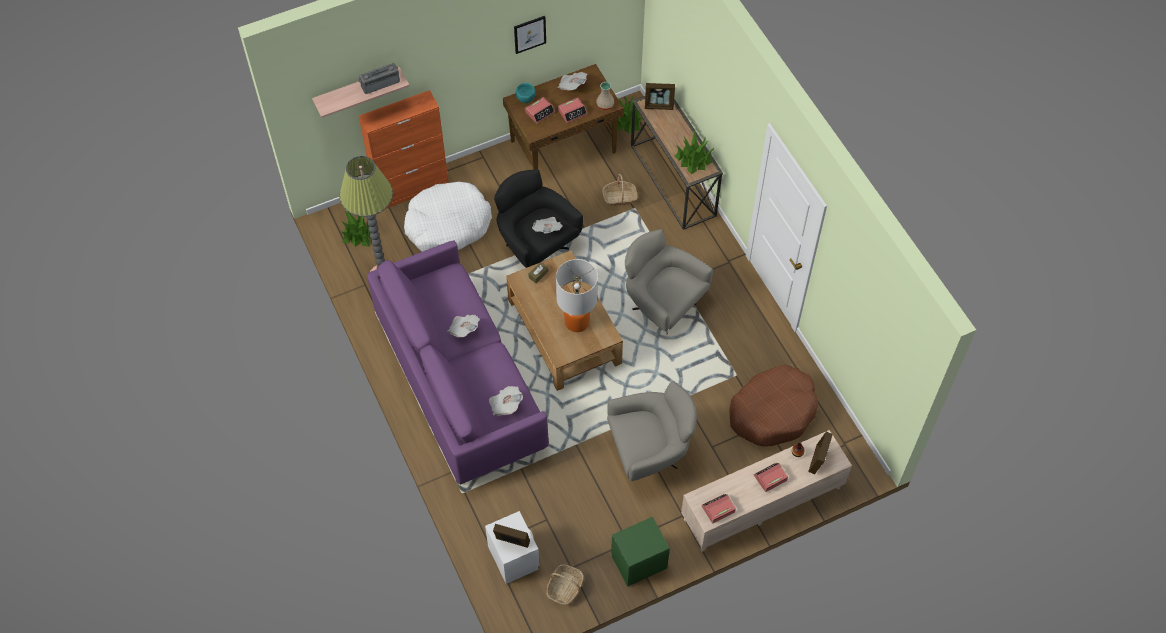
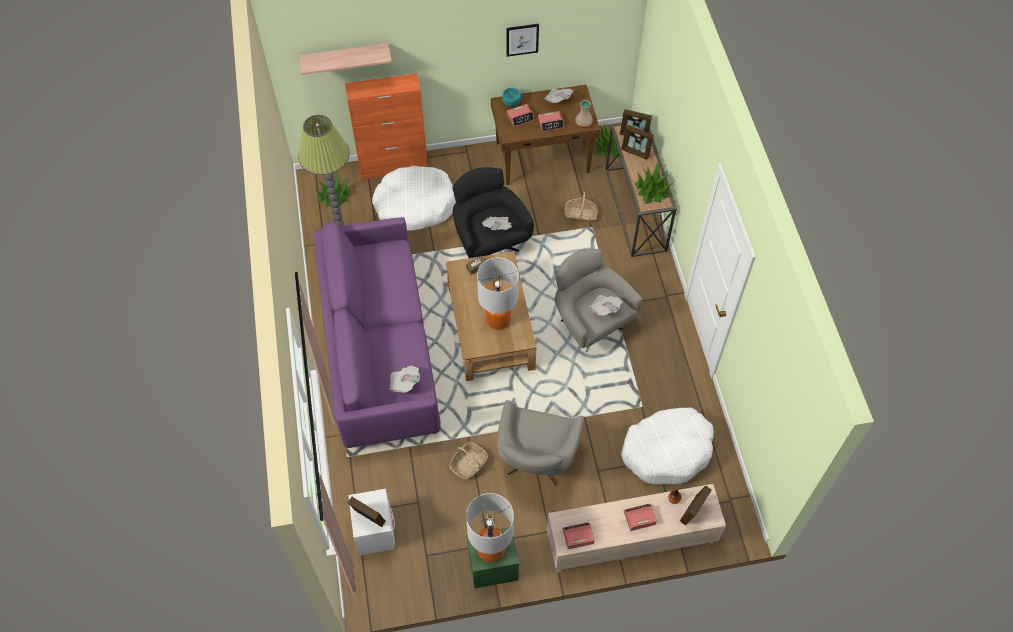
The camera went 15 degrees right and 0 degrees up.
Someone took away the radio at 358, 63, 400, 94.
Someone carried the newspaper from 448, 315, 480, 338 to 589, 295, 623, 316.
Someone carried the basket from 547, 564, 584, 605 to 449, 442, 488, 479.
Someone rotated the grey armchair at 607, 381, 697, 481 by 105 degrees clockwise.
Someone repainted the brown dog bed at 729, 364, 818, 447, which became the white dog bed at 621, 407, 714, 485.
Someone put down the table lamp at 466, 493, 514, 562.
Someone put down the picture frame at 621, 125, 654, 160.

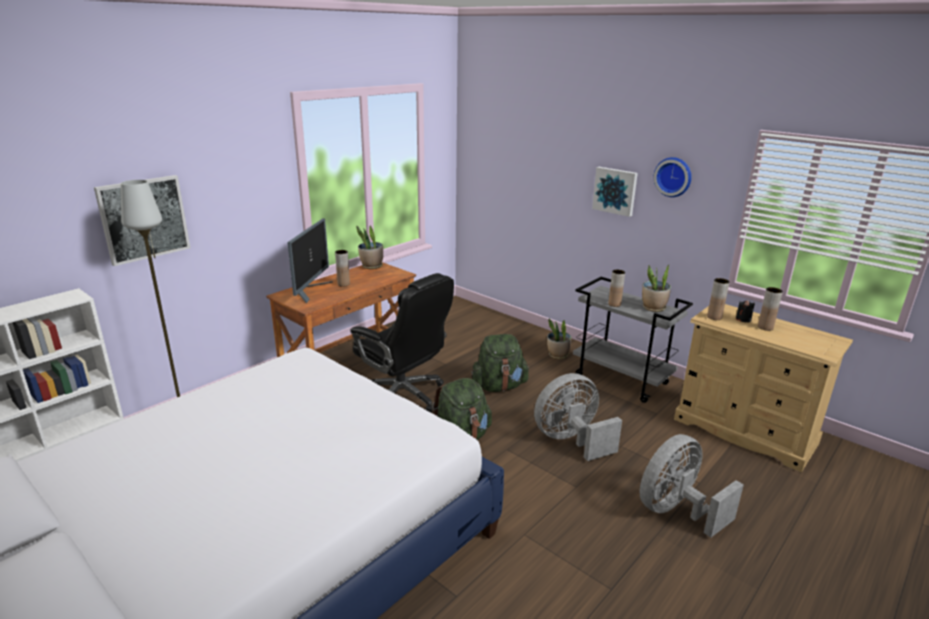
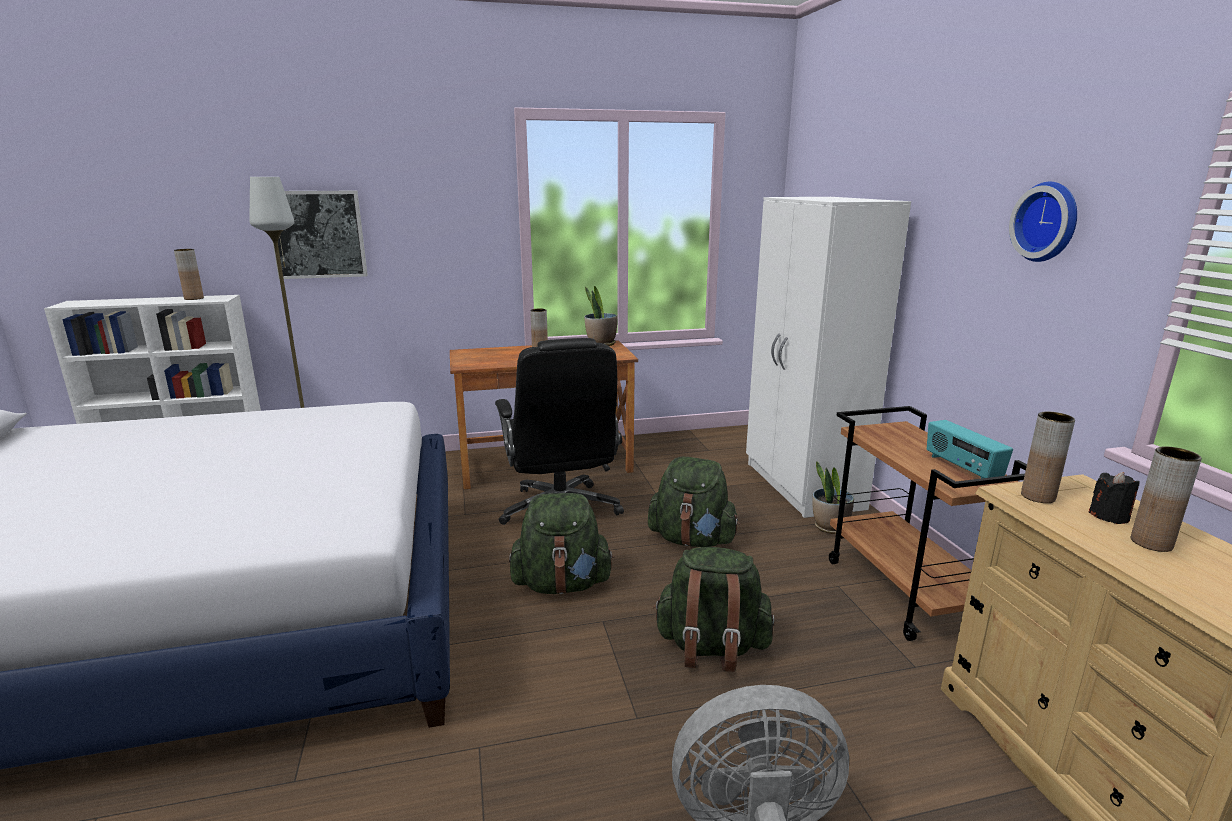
The camera went 35 degrees right and 5 degrees down.
Someone took away the monitor at 287, 218, 333, 303.
Someone swapped the grey fan at 534, 373, 622, 461 for the green backpack at 653, 547, 775, 672.
Someone repainted the grey cart at 573, 277, 693, 403, which became the brown cart at 829, 406, 1027, 641.
Someone took away the picture at 592, 167, 638, 217.
Someone carried the brown vase from 608, 270, 625, 307 to 174, 249, 204, 300.
Someone swapped the potted plant at 642, 264, 671, 312 for the radio at 927, 420, 1013, 479.
Someone put down the white wardrobe at 746, 197, 911, 518.

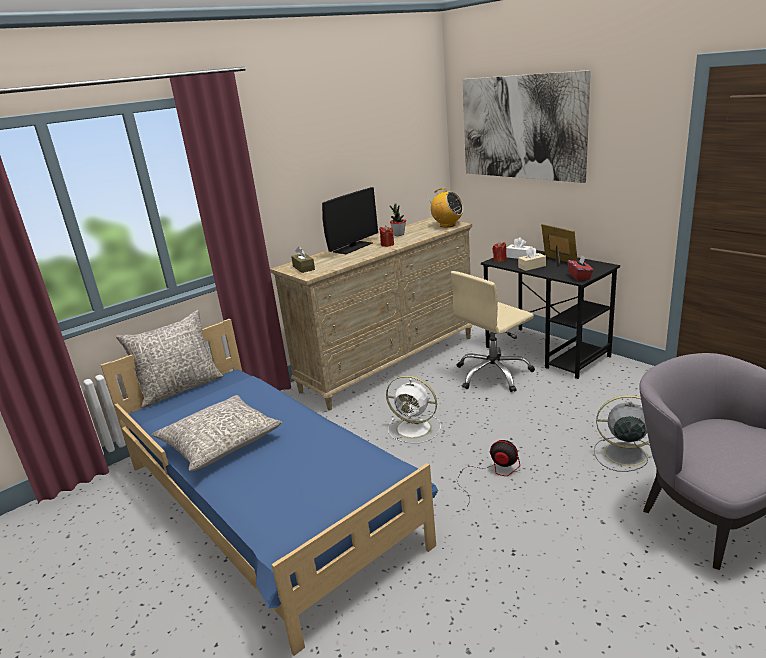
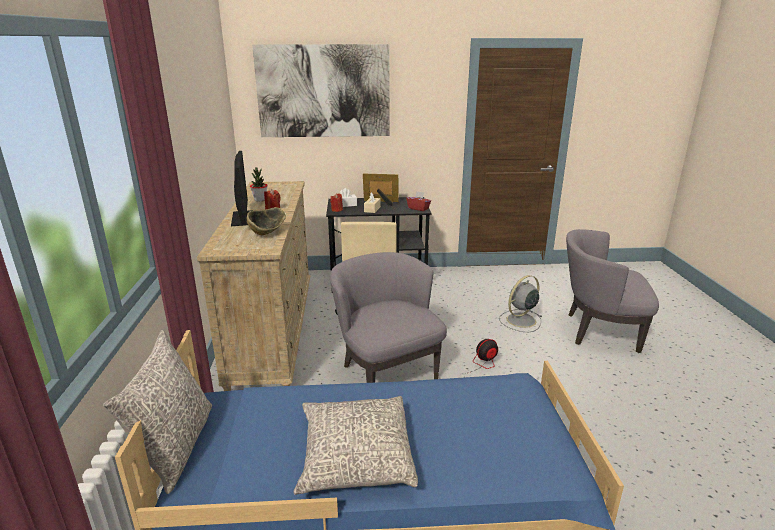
The camera went 55 degrees left and 0 degrees up.
Someone took away the brown tissue box at 291, 247, 315, 273.
Someone swapped the white fan at 386, 375, 441, 443 for the grey armchair at 330, 252, 447, 383.
Someone took away the radio at 427, 188, 464, 227.
Someone put down the bowl at 247, 207, 286, 235.

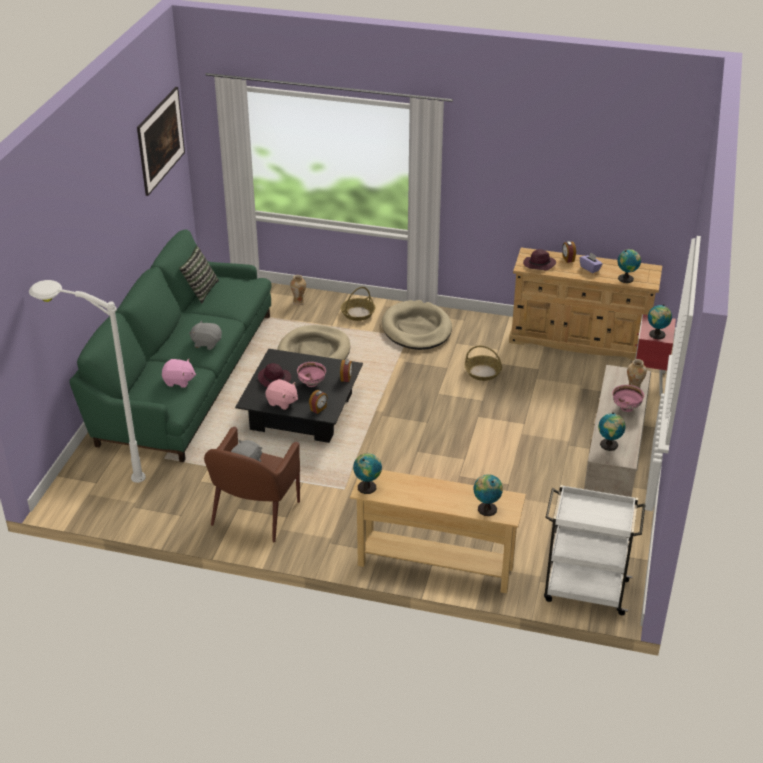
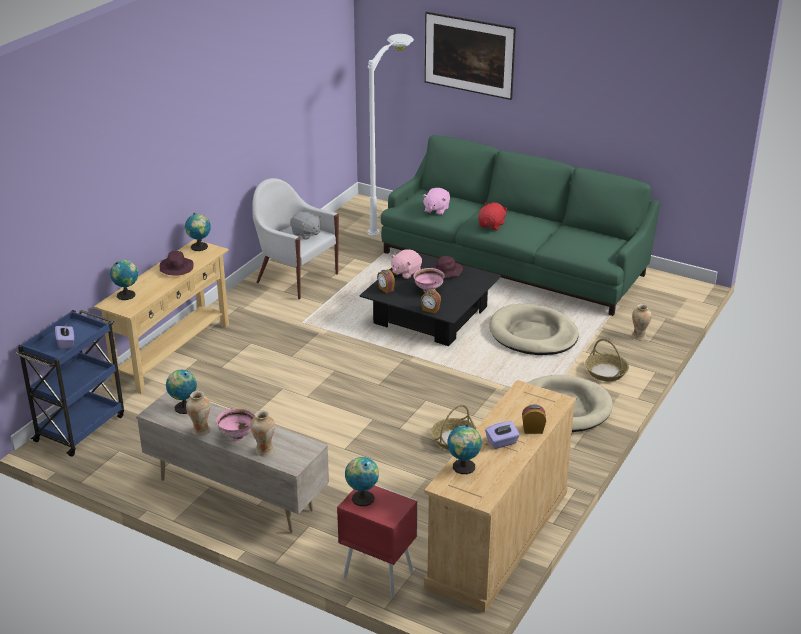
The camera went 105 degrees right and 5 degrees down.
Someone carried the picture from 137, 87, 185, 196 to 425, 12, 516, 100.
Someone took away the pillow at 179, 246, 219, 303.
Someone repainted the grey plush toy at 189, 320, 222, 350, which became the red plush toy at 478, 203, 508, 230.
Someone repainted the brown armchair at 204, 427, 300, 542, which became the white armchair at 252, 178, 339, 300.
Someone carried the purple hat from 523, 249, 556, 271 to 160, 251, 194, 275.
Someone repainted the white cart at 544, 485, 645, 615, which became the blue cart at 15, 310, 124, 457.
Someone put down the purple tissue box at 55, 326, 74, 350.
Someone put down the vase at 186, 391, 210, 436.

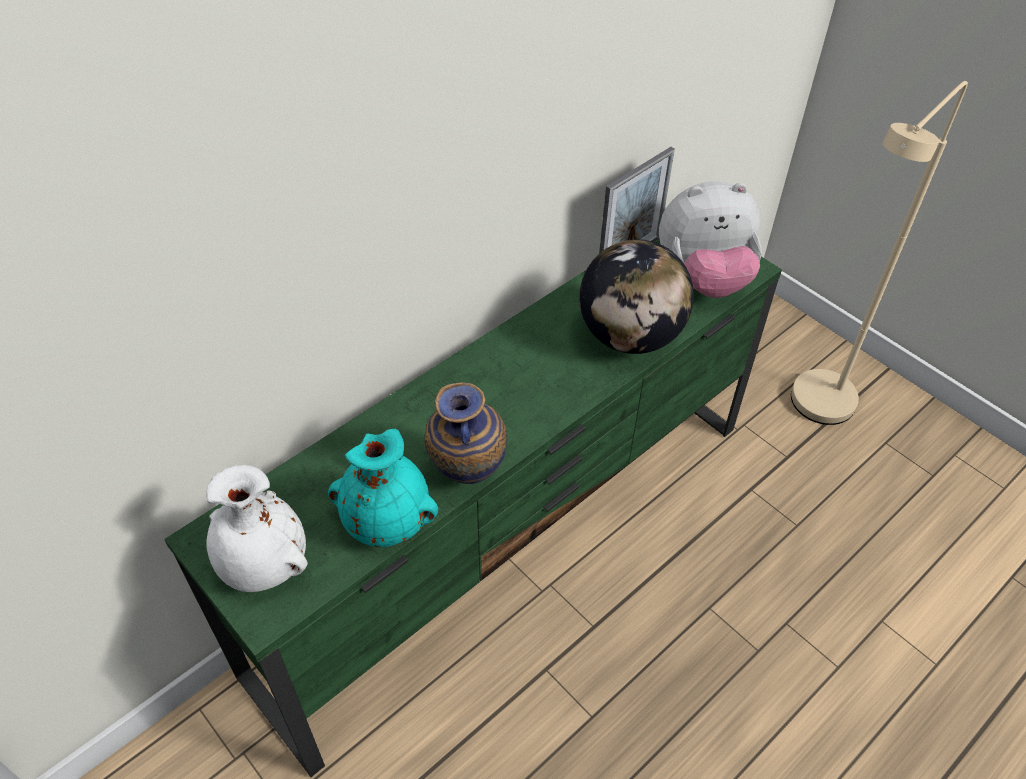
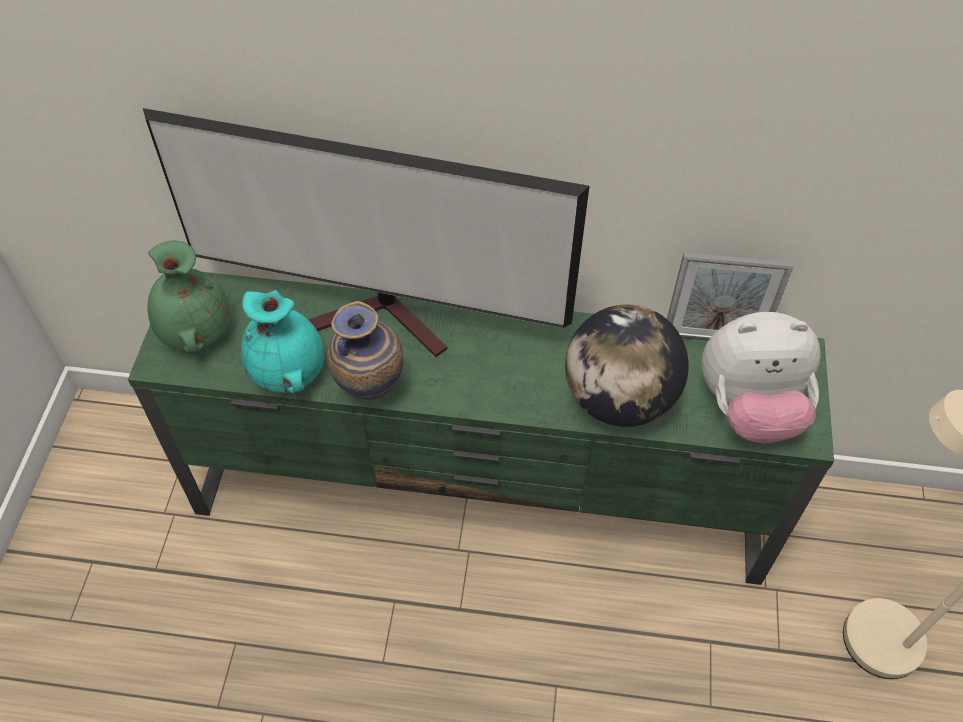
The camera went 50 degrees right and 5 degrees up.
Someone repainted the white vase at 206, 465, 308, 592, which became the green vase at 147, 240, 231, 353.
Someone rotated the plush toy at 659, 181, 762, 298 by 45 degrees counterclockwise.
Someone put down the television at 143, 108, 589, 357.

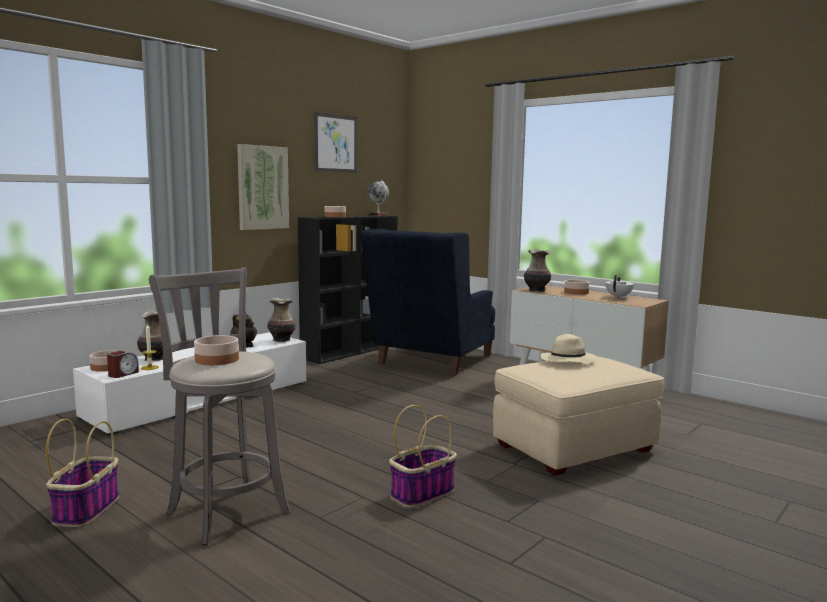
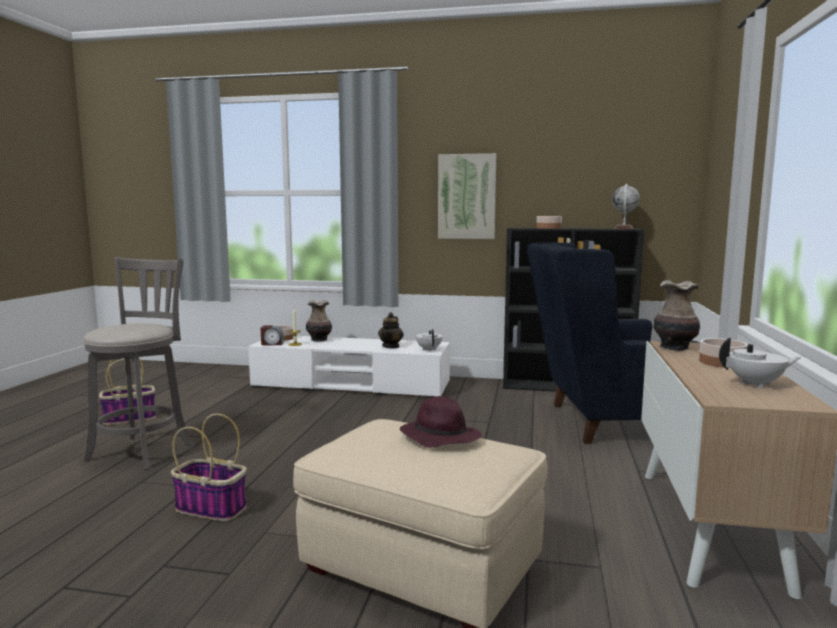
The camera went 60 degrees right and 0 degrees up.
Someone took away the bowl at 194, 335, 239, 365.
Someone swapped the vase at 267, 297, 296, 342 for the white teapot at 416, 329, 443, 351.
Someone took away the picture at 314, 112, 357, 173.
Someone repainted the beige hat at 540, 334, 596, 365, which became the purple hat at 400, 396, 482, 448.

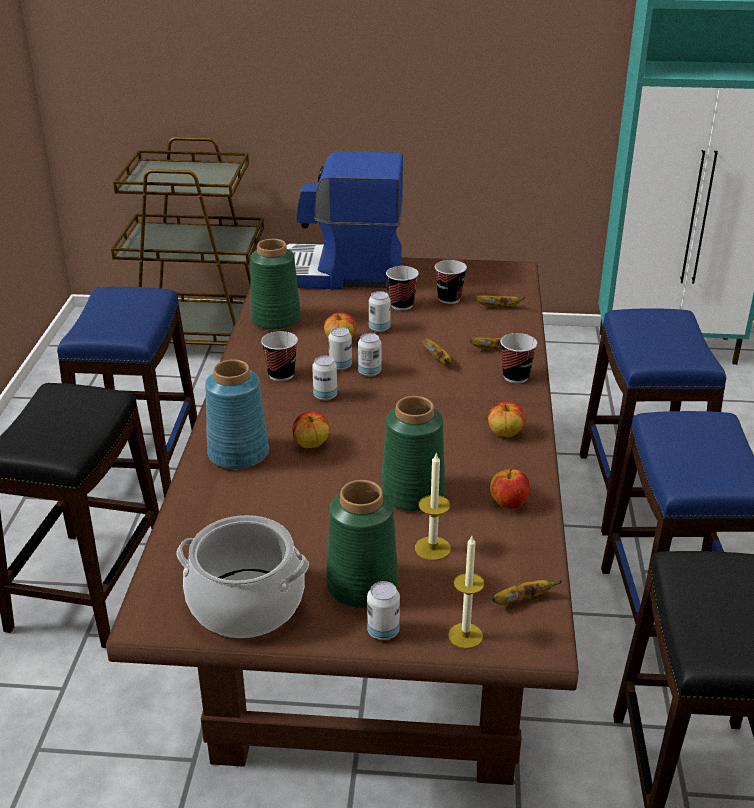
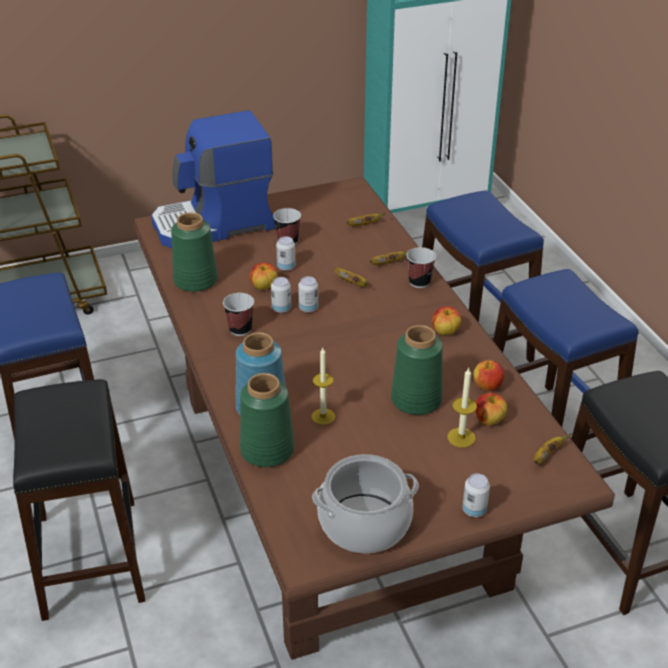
The camera went 25 degrees left and 5 degrees up.
Someone carried the apple from 292, 412, 330, 448 to 476, 393, 507, 426.
Someone took away the can at 312, 355, 337, 401.
Someone carried the green vase from 326, 480, 398, 608 to 240, 373, 294, 467.
Someone took away the cup at 435, 260, 467, 304.
Someone carried the candle from 448, 536, 484, 649 to 311, 348, 335, 425.

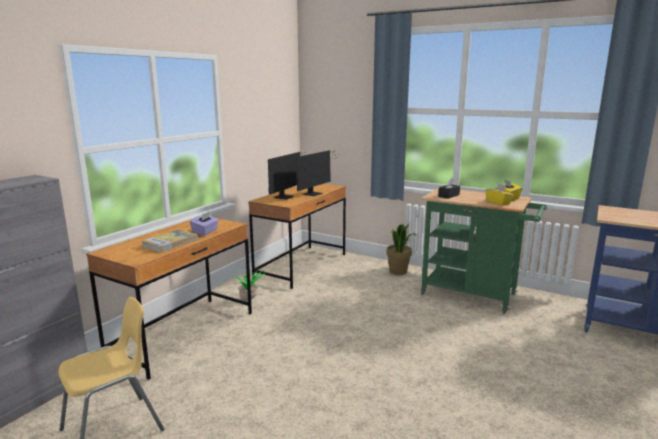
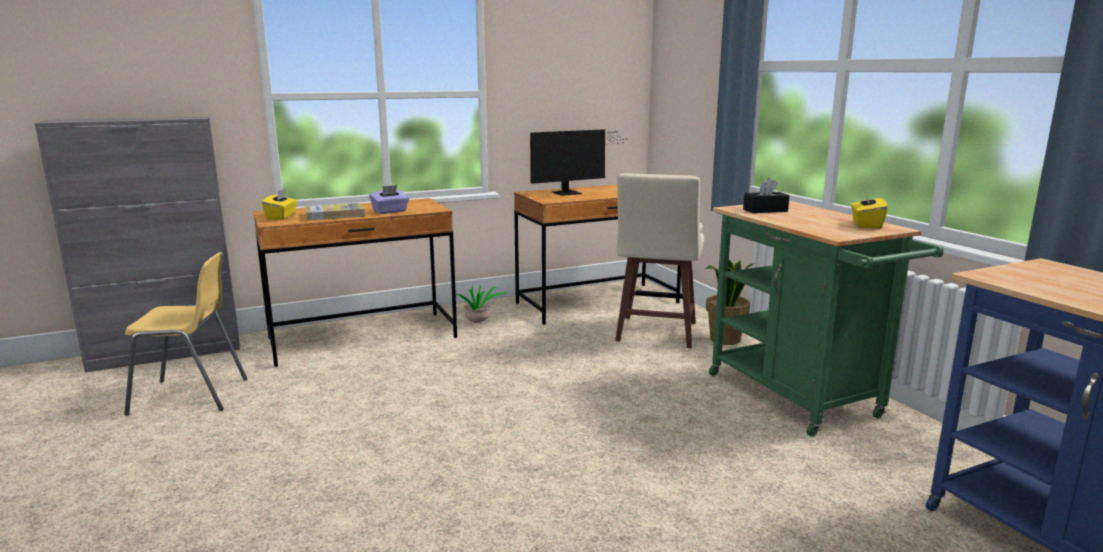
The camera went 35 degrees right and 0 degrees up.
Someone took away the monitor at 297, 150, 338, 196.
Someone carried the yellow tissue box from 485, 184, 514, 205 to 262, 189, 297, 220.
Someone put down the beige stool at 615, 173, 704, 348.

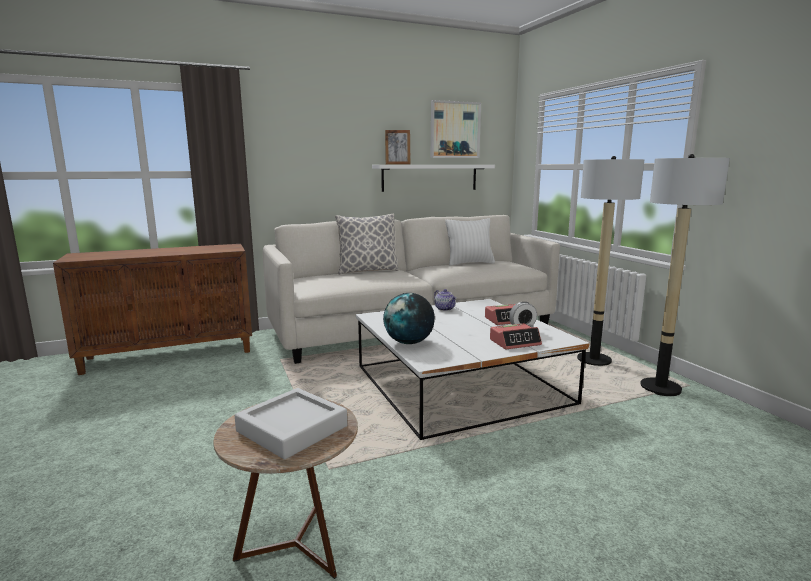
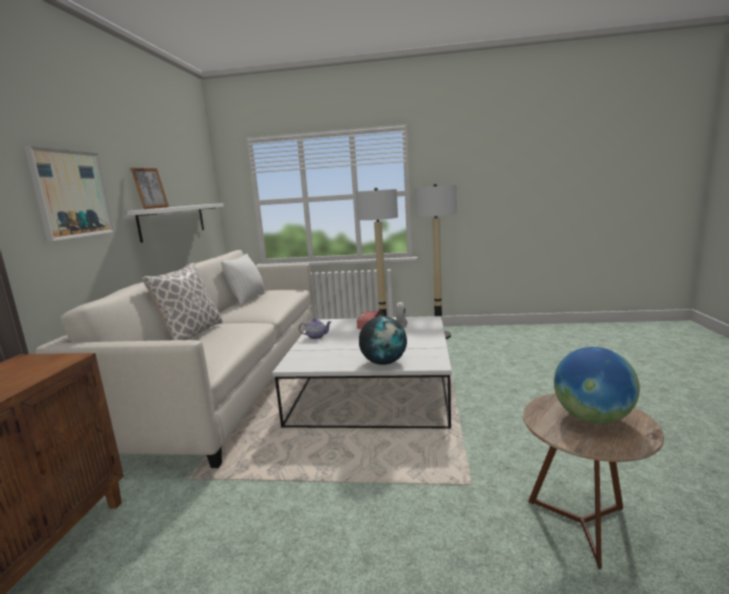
The camera went 60 degrees left and 0 degrees up.
Someone swapped the grey tray at 235, 388, 347, 460 for the globe at 554, 347, 640, 424.
Someone carried the picture from 431, 100, 481, 158 to 24, 146, 114, 241.
Someone took away the alarm clock at 490, 323, 542, 350.

